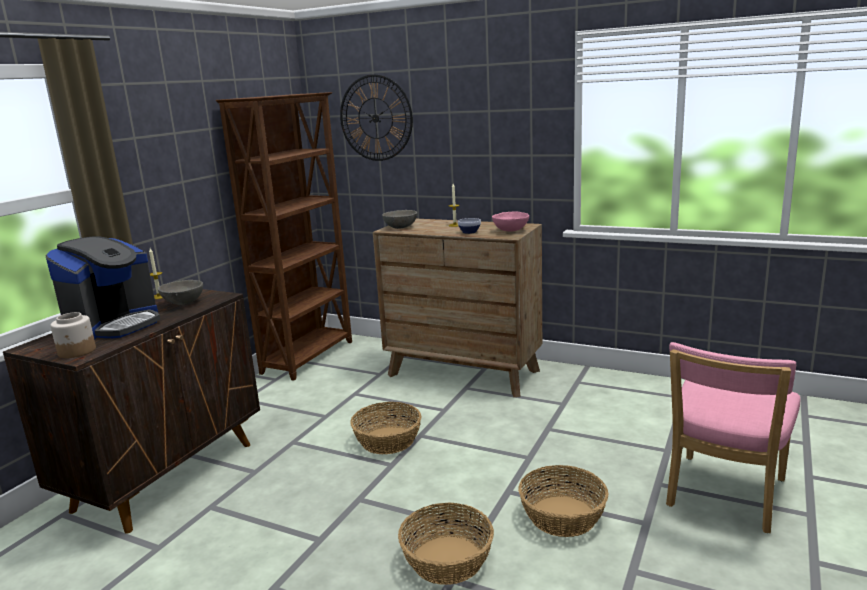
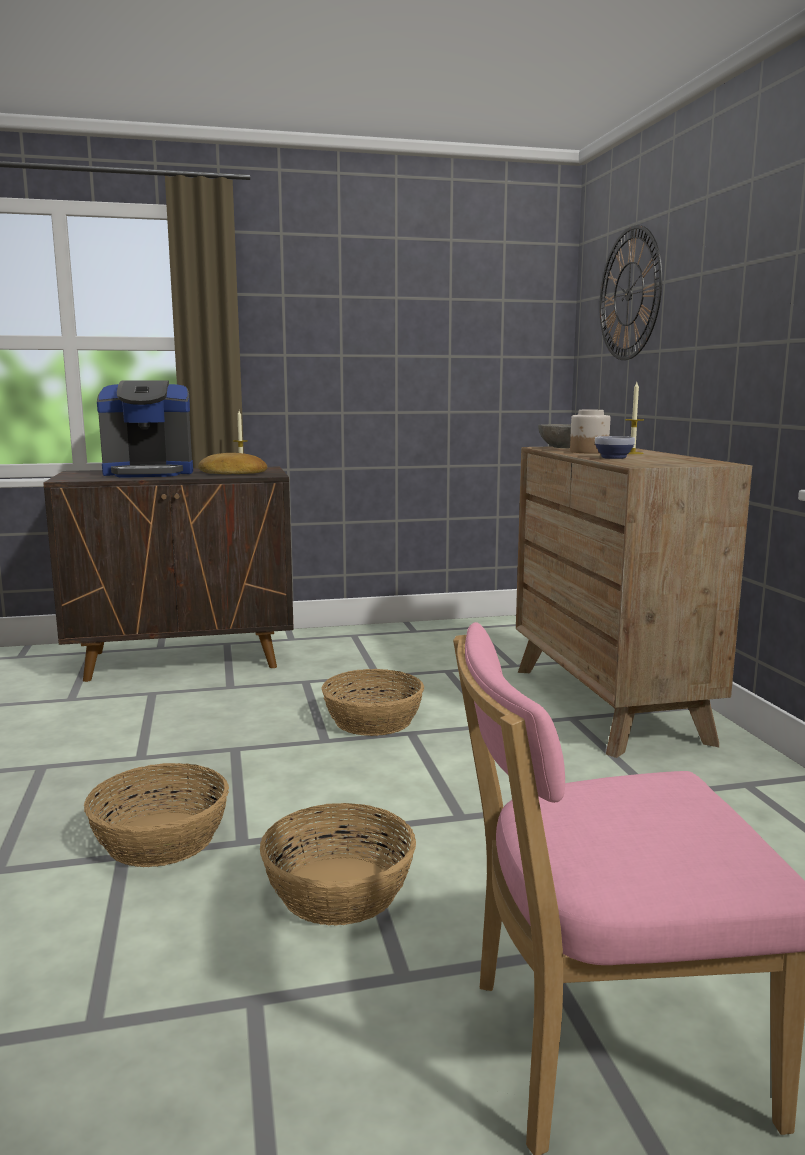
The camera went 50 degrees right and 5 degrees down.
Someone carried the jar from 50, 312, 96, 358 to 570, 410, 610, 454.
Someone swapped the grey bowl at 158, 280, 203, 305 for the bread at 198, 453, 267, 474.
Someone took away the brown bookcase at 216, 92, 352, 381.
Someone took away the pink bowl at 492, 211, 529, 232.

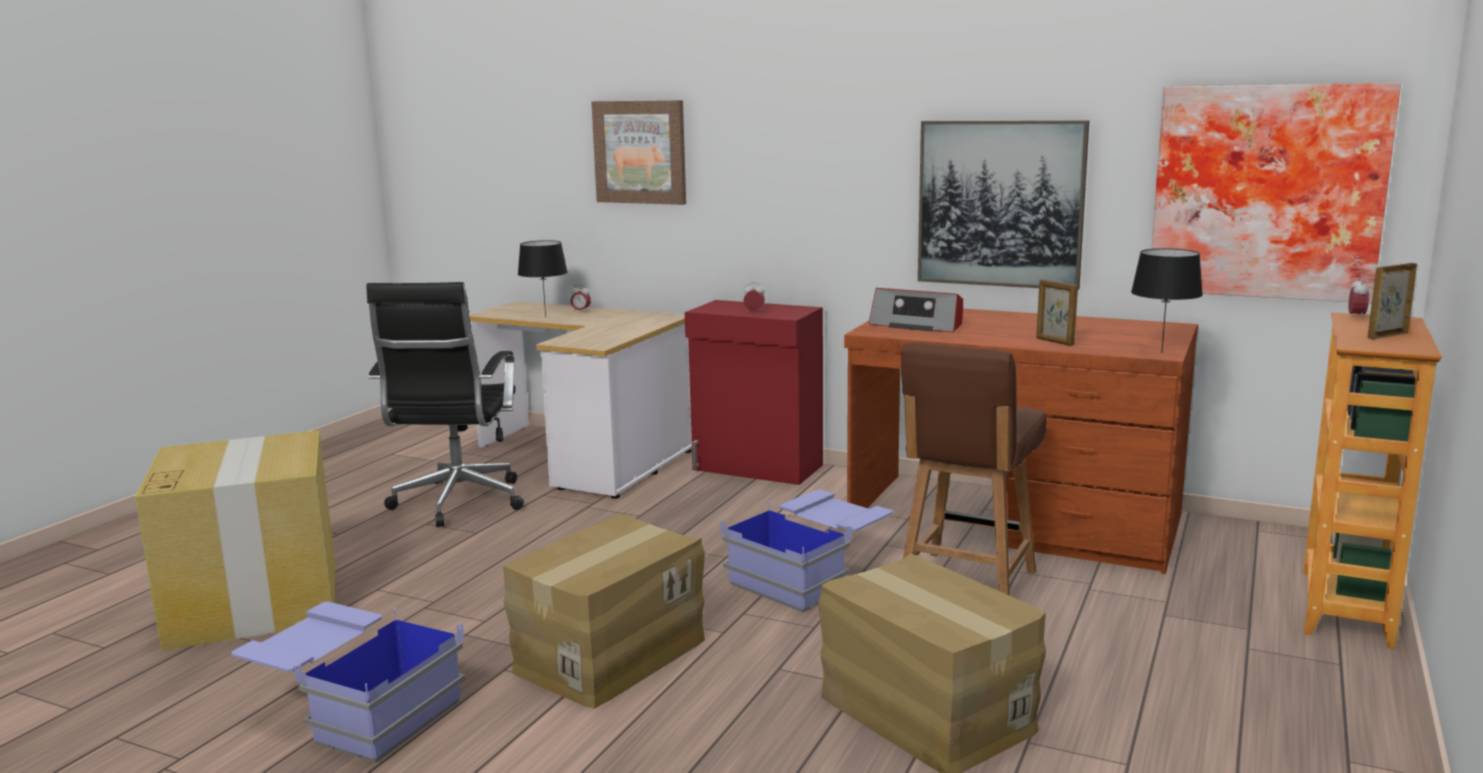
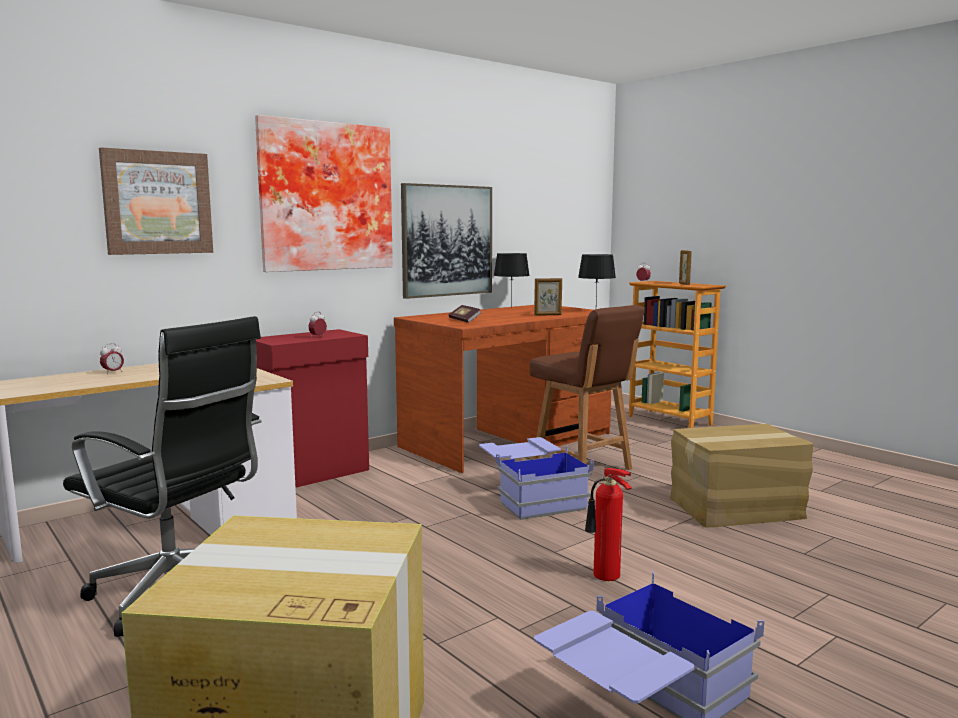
The camera went 65 degrees left and 5 degrees down.
Someone swapped the cardboard box at 503, 514, 705, 709 for the fire extinguisher at 585, 468, 632, 581.
Someone carried the black table lamp from 518, 240, 568, 317 to 494, 253, 530, 308.
Someone swapped the radio at 869, 288, 963, 332 for the book at 449, 305, 482, 323.
Someone carried the picture from 1152, 83, 1401, 303 to 255, 115, 393, 272.

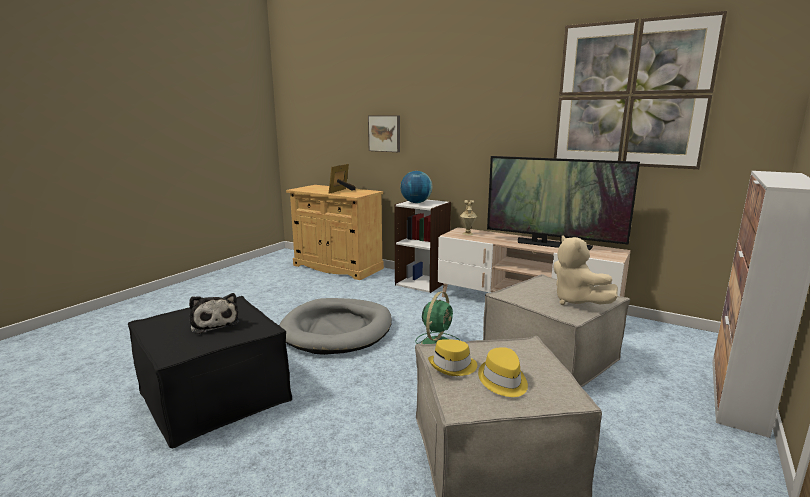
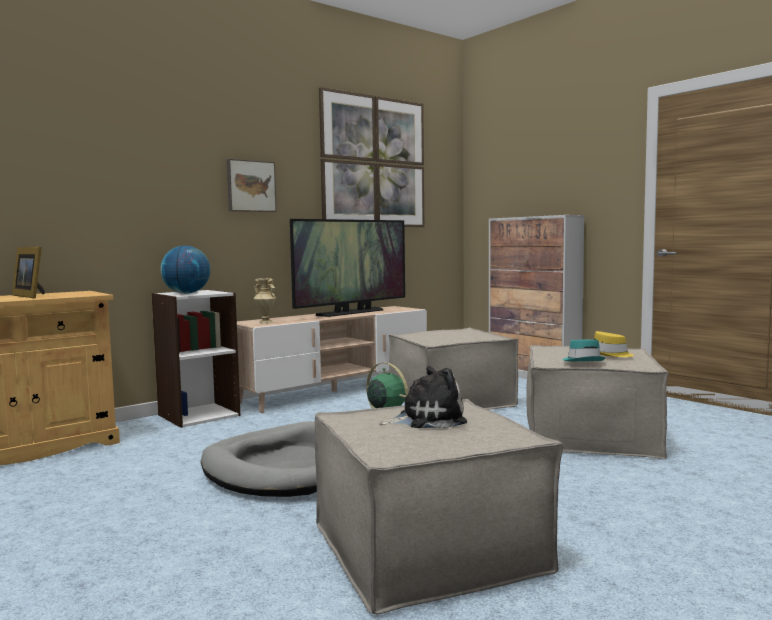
The camera went 70 degrees left and 10 degrees down.
Someone repainted the black ottoman at 128, 296, 292, 448, which became the beige ottoman at 315, 399, 563, 614.
Someone carried the picture from 368, 115, 400, 152 to 227, 159, 277, 212.
Someone repainted the yellow hat at 428, 339, 477, 376, which became the turquoise hat at 562, 339, 605, 362.
Someone took away the beige plush toy at 553, 235, 618, 305.

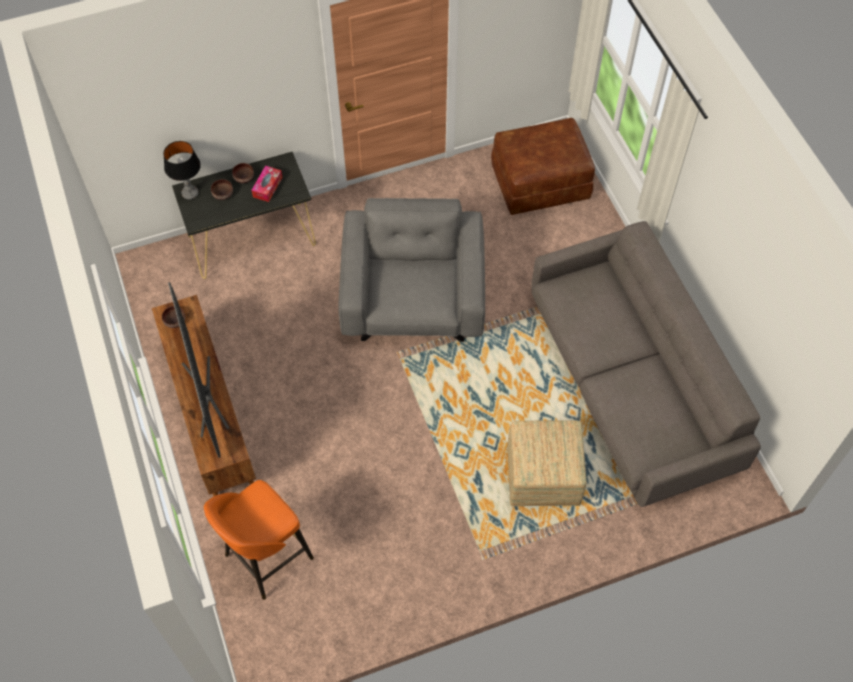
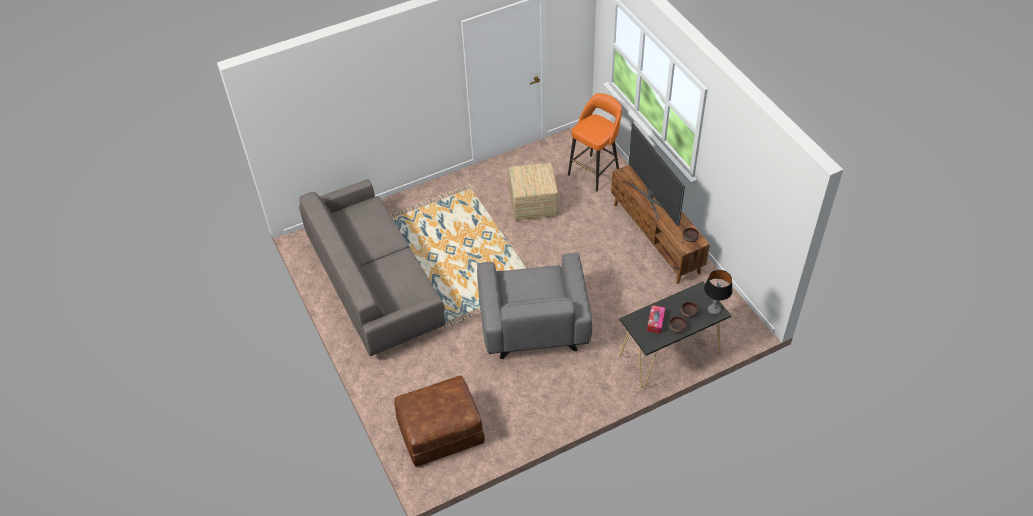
The camera went 175 degrees right and 10 degrees down.
Someone carried the ottoman from 507, 420, 587, 506 to 509, 163, 558, 221.

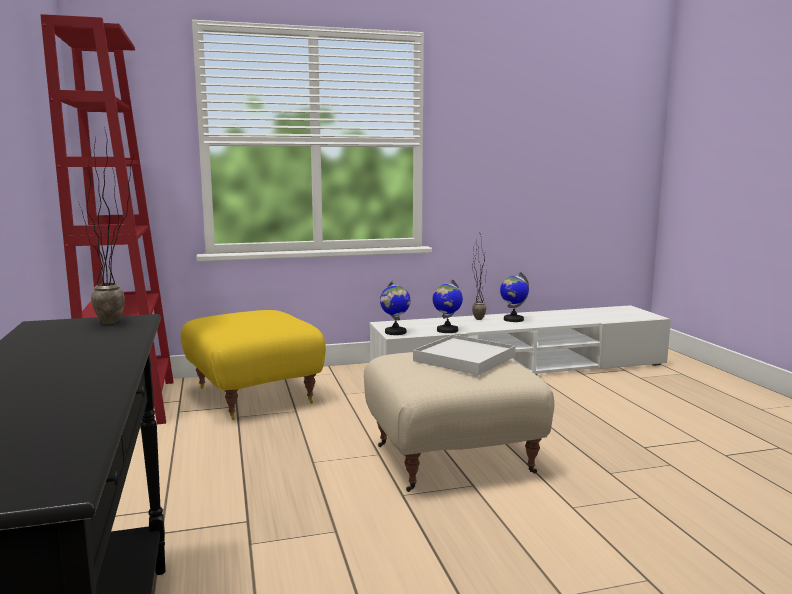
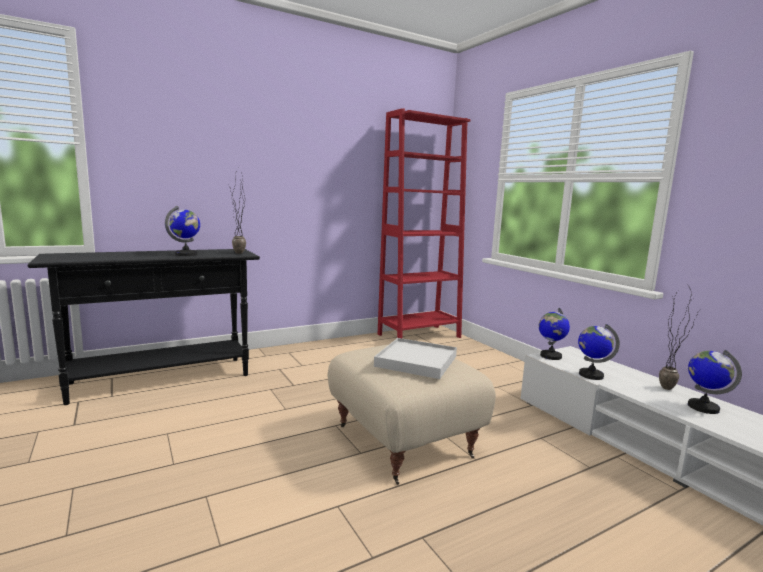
The camera went 75 degrees right and 0 degrees up.
Someone took away the yellow ottoman at 181, 310, 326, 420.
Someone put down the globe at 165, 206, 200, 256.

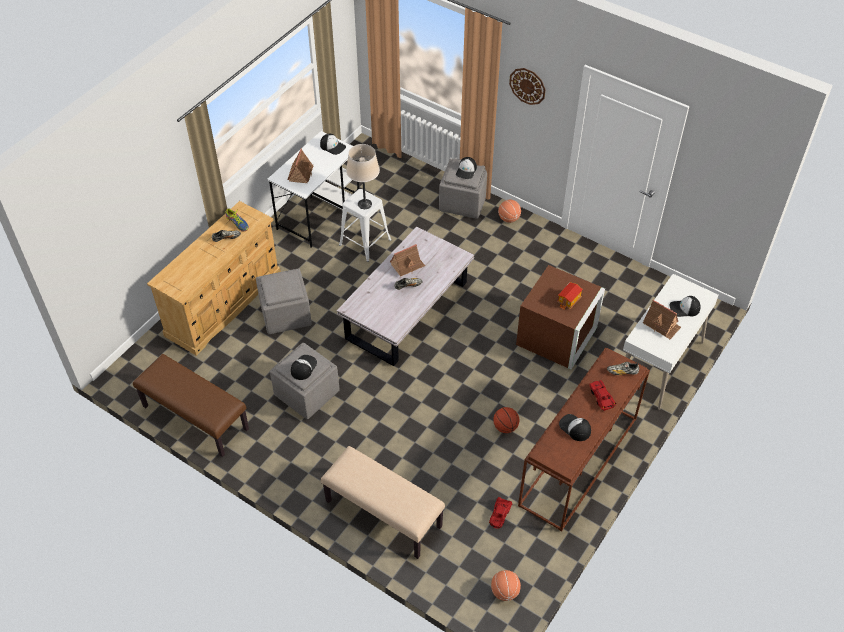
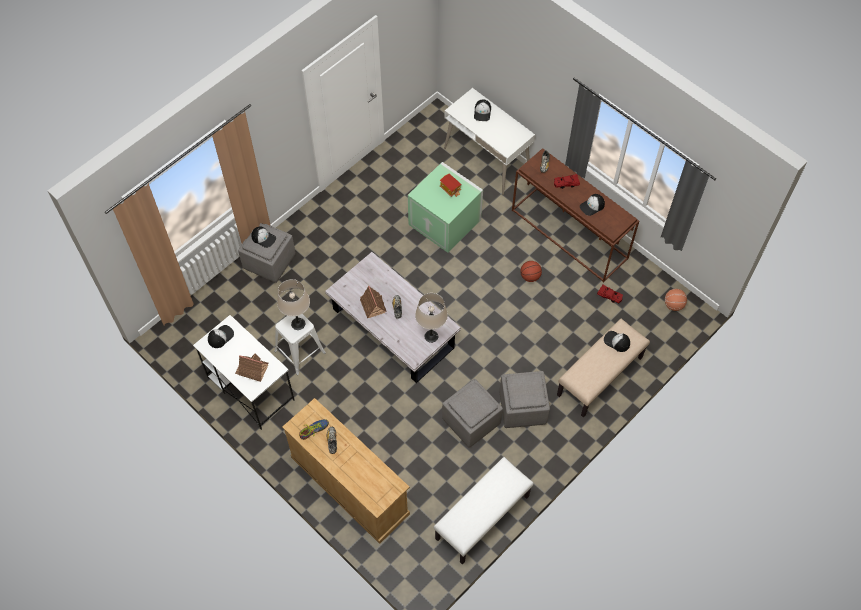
The camera went 80 degrees left and 10 degrees up.
Someone repainted the brown bench at 133, 354, 249, 457, which became the white bench at 434, 457, 534, 565.
Someone carried the grey ottoman from 256, 268, 312, 334 to 499, 371, 550, 428.
Someone carried the cap from 291, 355, 317, 380 to 604, 331, 630, 352.
Someone took away the basketball at 498, 200, 521, 223.
Someone took away the wall clock at 509, 68, 546, 105.
Someone repainted the brown storage box at 516, 265, 605, 370, which became the green storage box at 408, 162, 483, 253.
Someone took away the toy house at 643, 300, 681, 340.
Someone put down the beige table lamp at 415, 293, 448, 343.

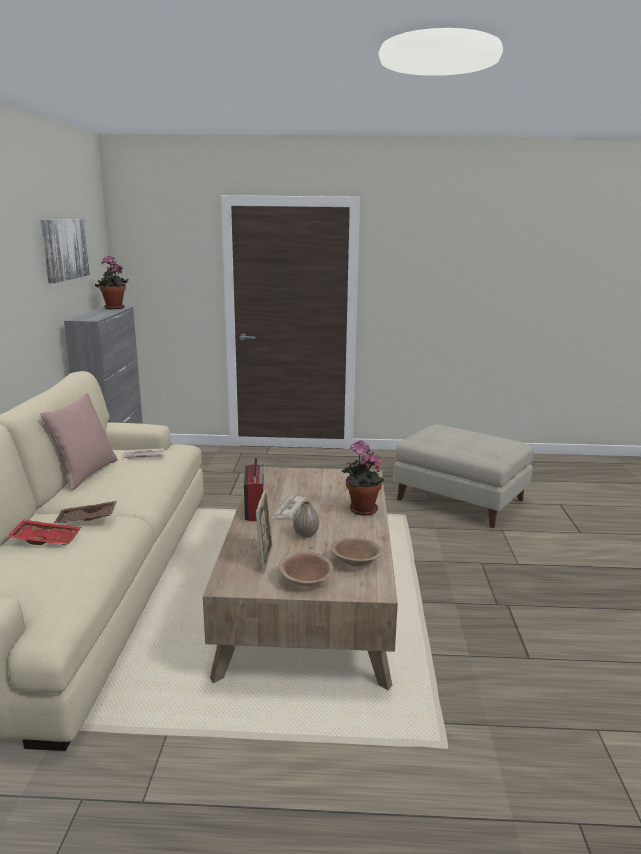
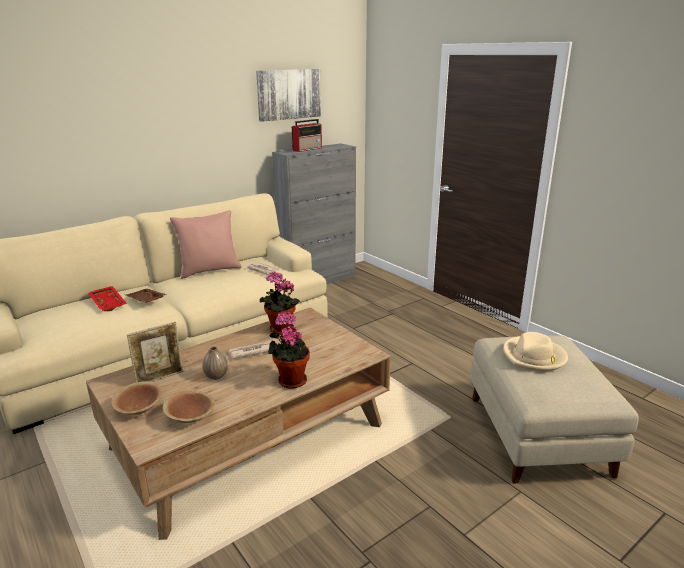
The camera went 50 degrees right and 5 degrees up.
Someone carried the potted plant from 95, 256, 129, 309 to 260, 271, 300, 335.
Someone carried the radio from 244, 458, 265, 521 to 292, 119, 322, 152.
Someone put down the beige hat at 503, 332, 568, 371.

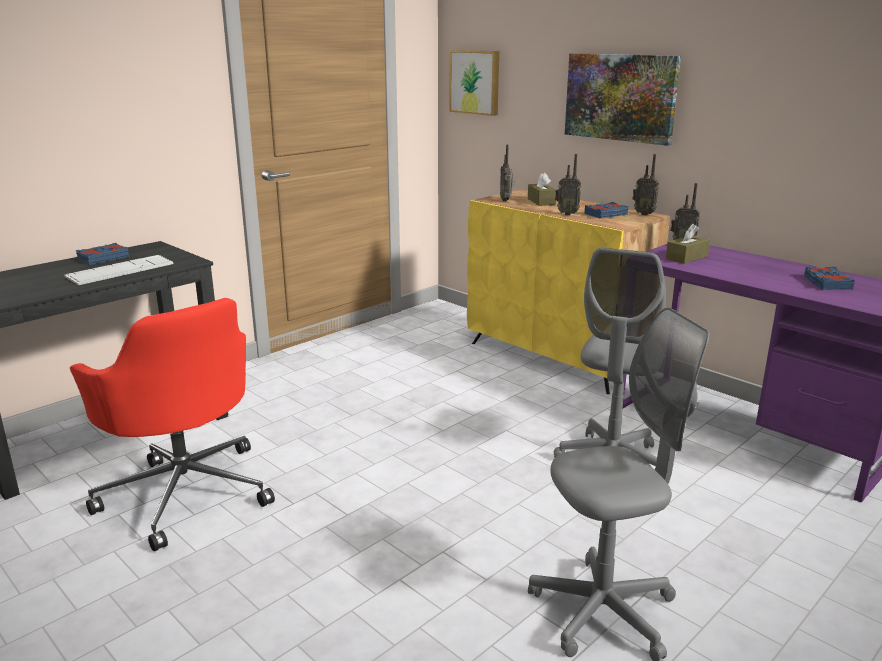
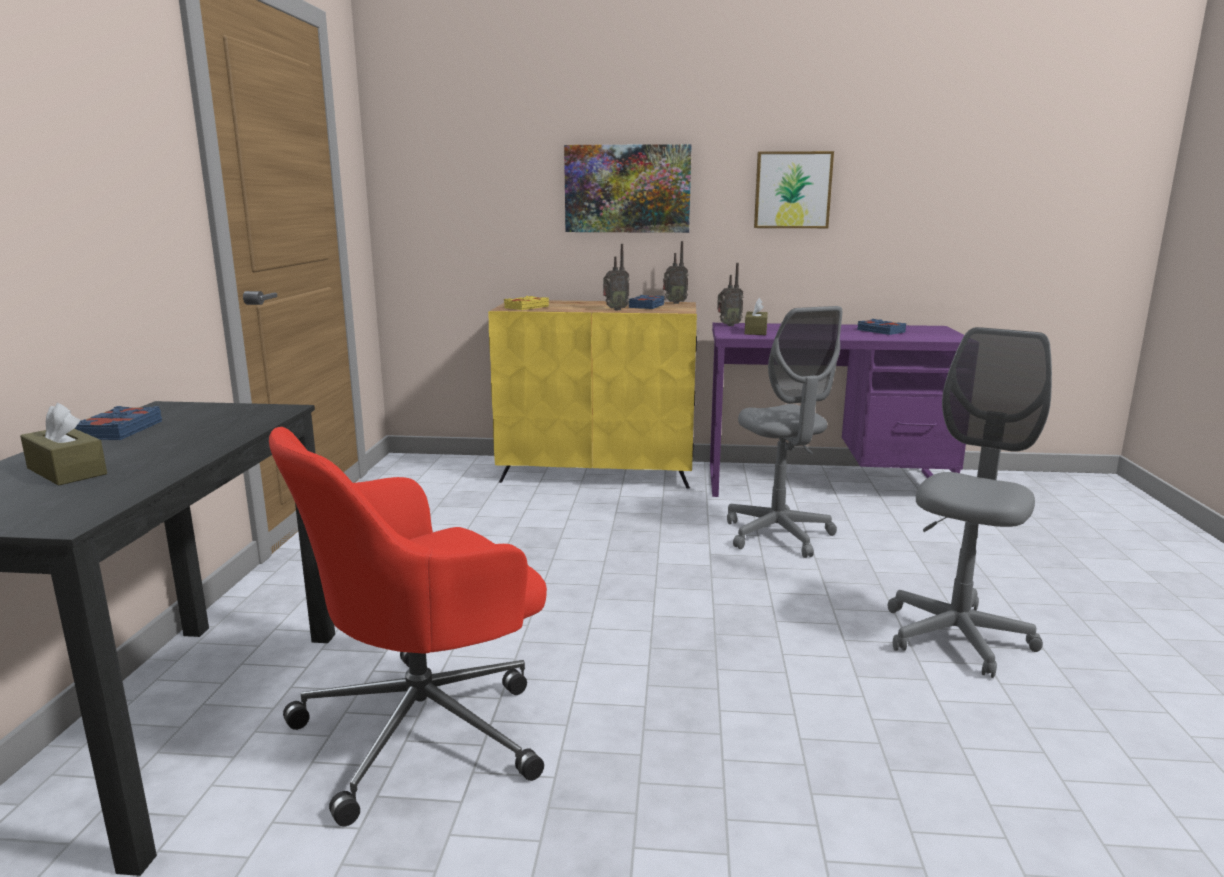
The camera went 40 degrees left and 5 degrees down.
Someone took away the keyboard at 64, 255, 173, 285.
Someone rotated the red office chair at 70, 298, 275, 551 by 135 degrees clockwise.
Someone carried the picture from 449, 50, 499, 116 to 754, 151, 834, 228.
Someone swapped the radio at 500, 145, 515, 201 for the yellow book at 504, 296, 549, 310.
Someone carried the brown tissue box from 528, 172, 556, 206 to 20, 403, 107, 486.

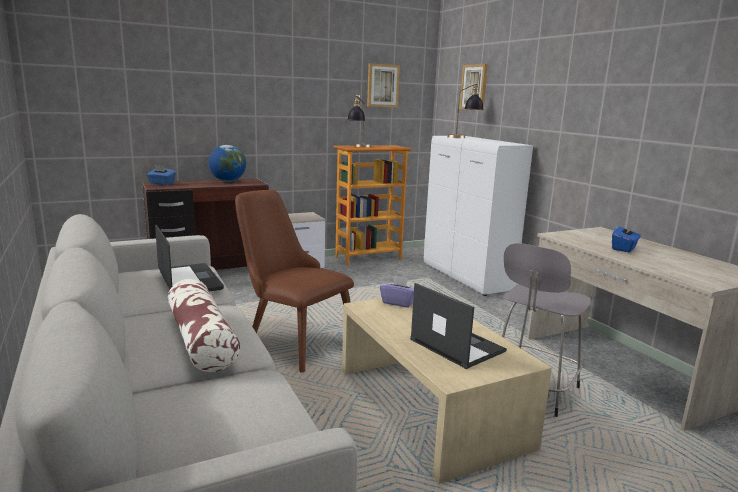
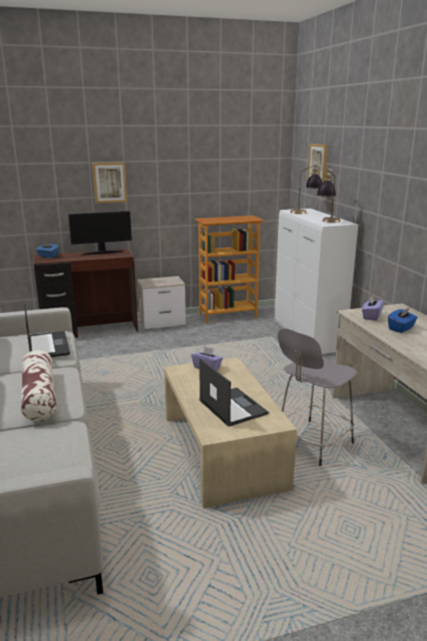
The camera went 10 degrees right and 5 degrees up.
Someone swapped the globe at 209, 145, 246, 182 for the monitor at 68, 211, 132, 255.
Someone took away the brown chair at 235, 190, 354, 373.
Someone carried the table lamp from 347, 95, 371, 147 to 317, 168, 340, 223.
Someone carried the picture from 367, 63, 400, 107 to 92, 162, 127, 203.
Someone put down the purple tissue box at 362, 295, 384, 321.

